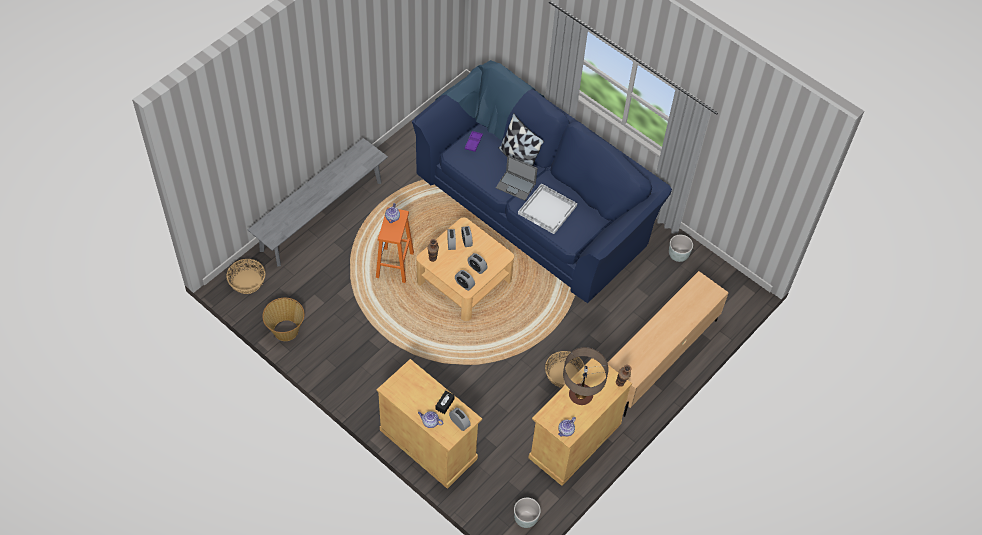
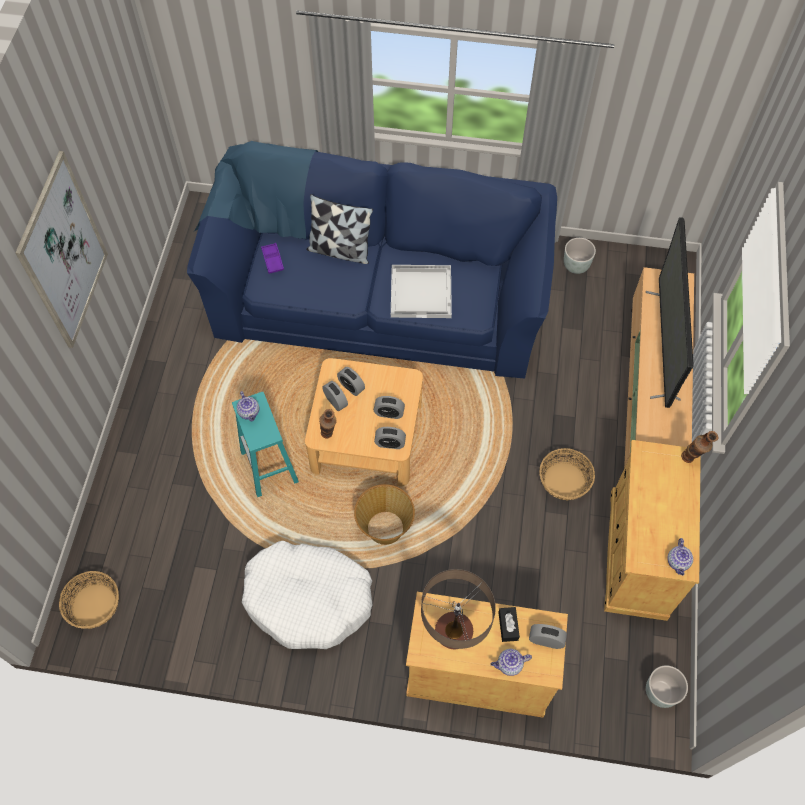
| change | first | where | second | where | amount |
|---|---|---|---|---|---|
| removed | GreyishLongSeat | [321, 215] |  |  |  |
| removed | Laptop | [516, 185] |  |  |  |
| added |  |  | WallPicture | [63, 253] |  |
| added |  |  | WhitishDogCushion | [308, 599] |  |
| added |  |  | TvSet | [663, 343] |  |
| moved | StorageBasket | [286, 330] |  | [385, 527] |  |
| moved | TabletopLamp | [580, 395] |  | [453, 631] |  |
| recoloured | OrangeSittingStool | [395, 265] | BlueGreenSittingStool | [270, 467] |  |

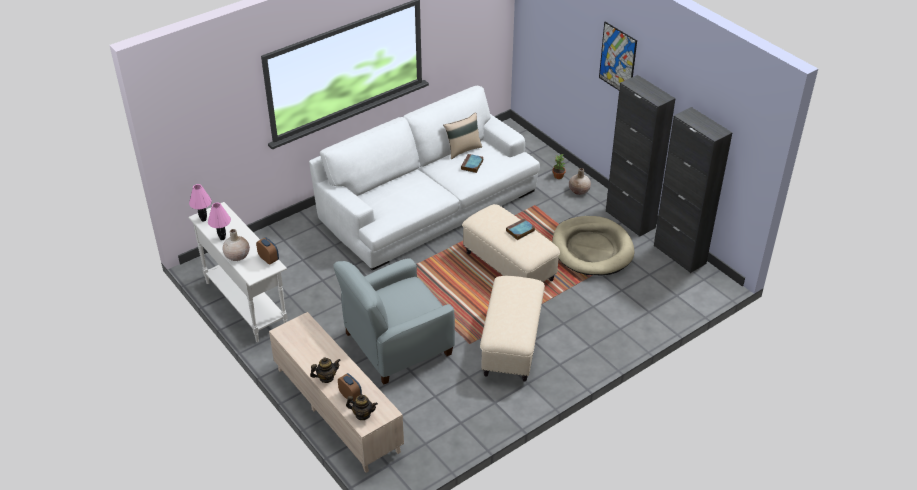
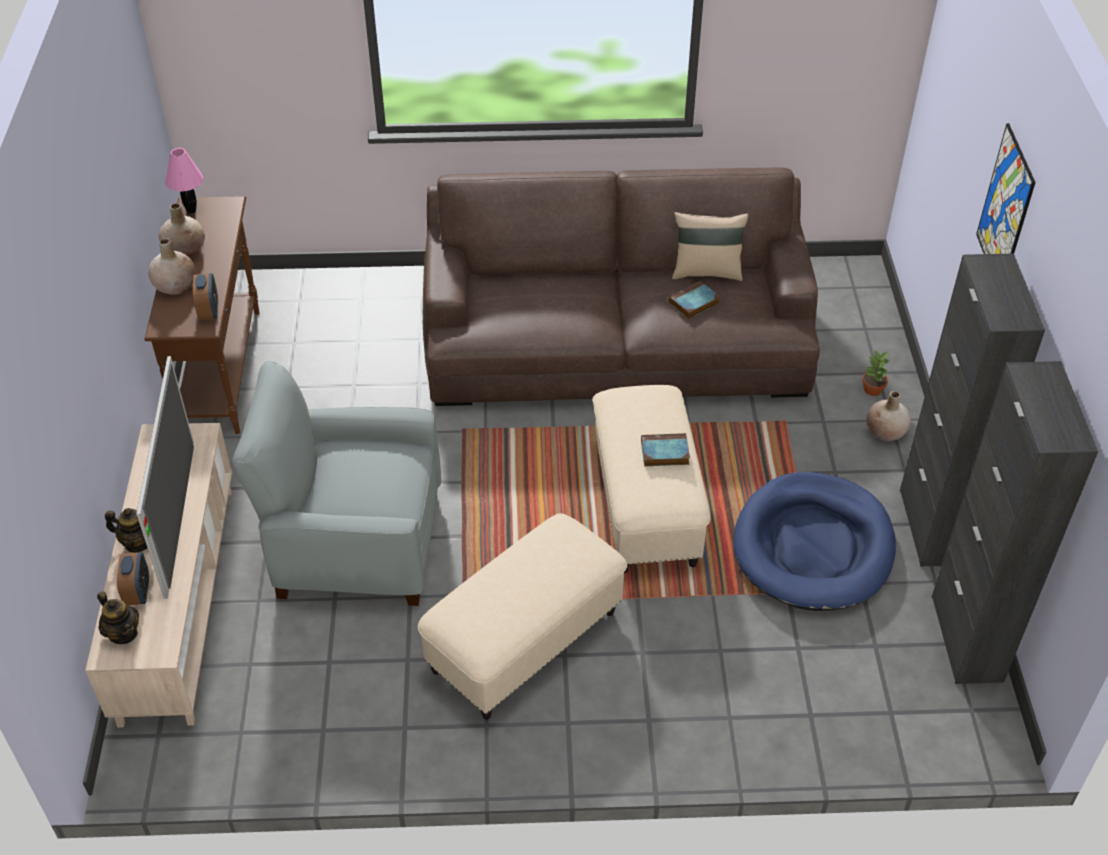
| change | first | where | second | where | amount |
|---|---|---|---|---|---|
| added |  |  | TvSet | [180, 516] |  |
| replaced | PinkColouredTabletopLamp | [222, 238] | SandColouredDecorativeVase | [185, 250] |  |
| recoloured | WhitishConsoleTable | [246, 304] | BrownColouredConsoleTable | [221, 370] |  |
| recoloured | WhitishSettee | [428, 204] | BrownColouredSettee | [616, 340] |  |
| recoloured | SandColouredDogCushion | [592, 249] | BluishDogCushion | [813, 546] |  |

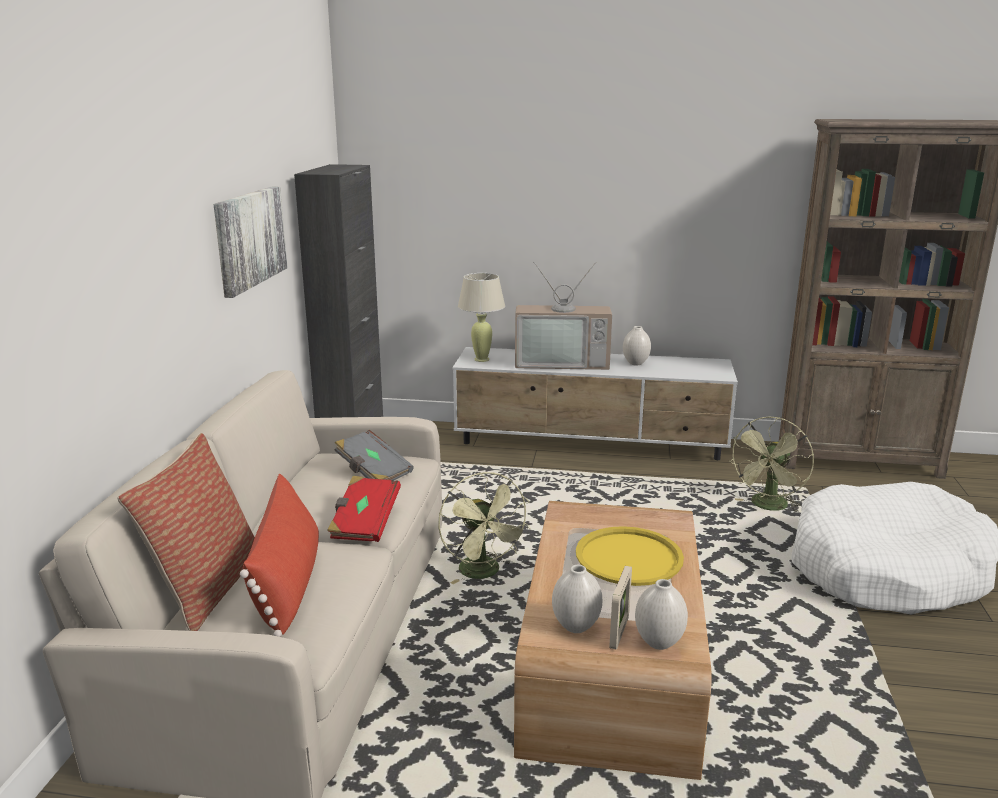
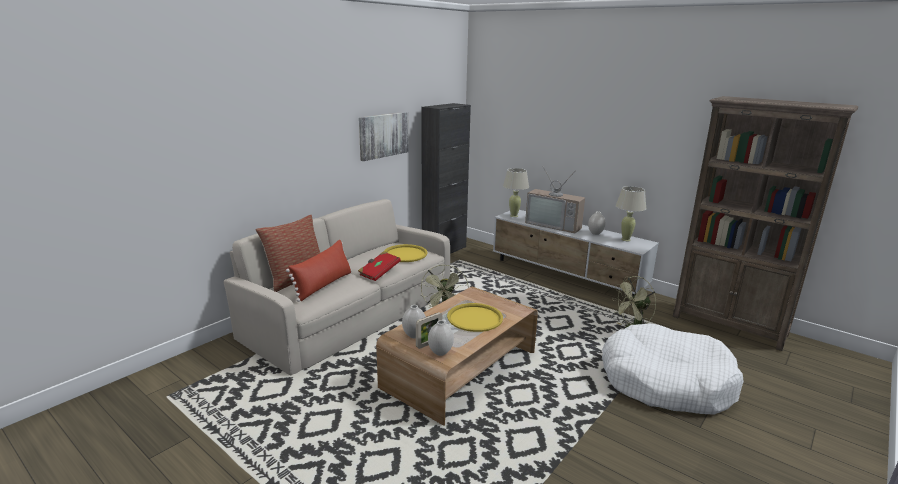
| change | first | where | second | where | amount |
|---|---|---|---|---|---|
| added |  |  | SandColouredTabletopLamp | [625, 239] |  |
| replaced | GreyishVolume | [373, 472] | YellowColouredCarryingTray | [405, 254] |  |

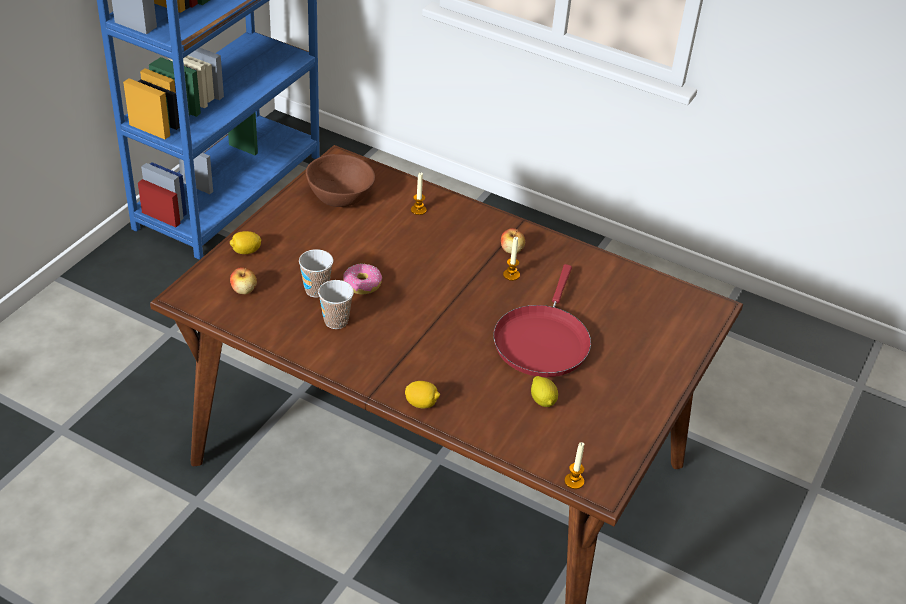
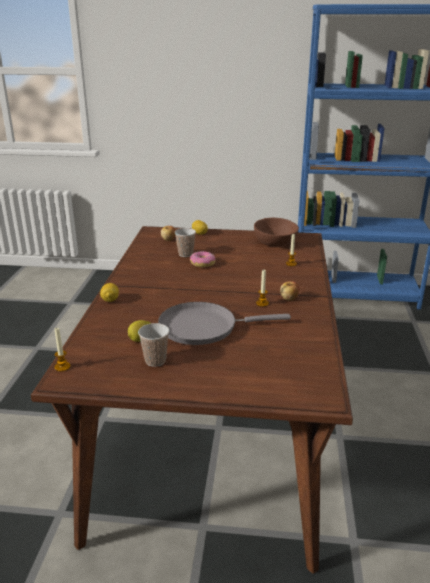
| change | first | where | second | where | amount |
|---|---|---|---|---|---|
| moved | DrinkingCup | [336, 321] |  | [155, 361] |  |
| recoloured | ReddishFryingPan | [542, 340] | GreyishFryingPan | [203, 327] |  |

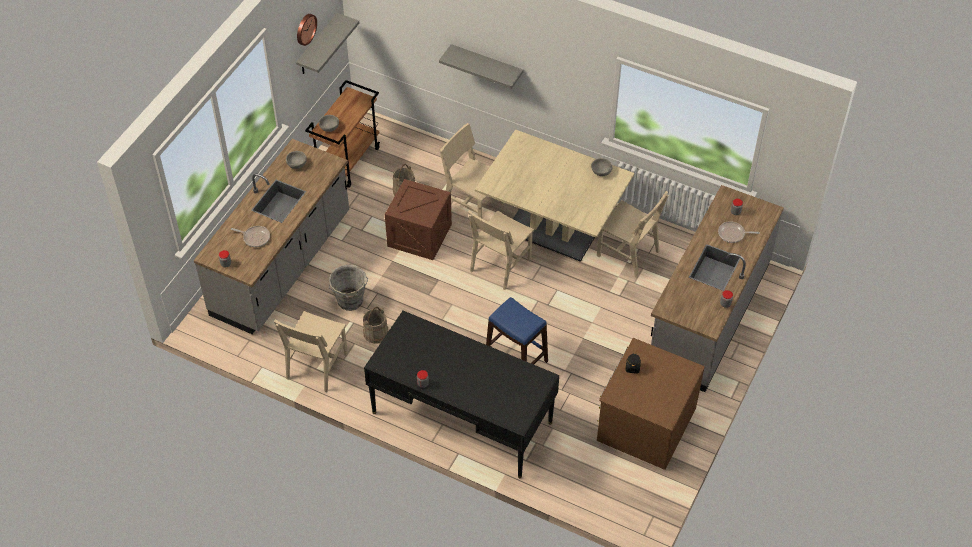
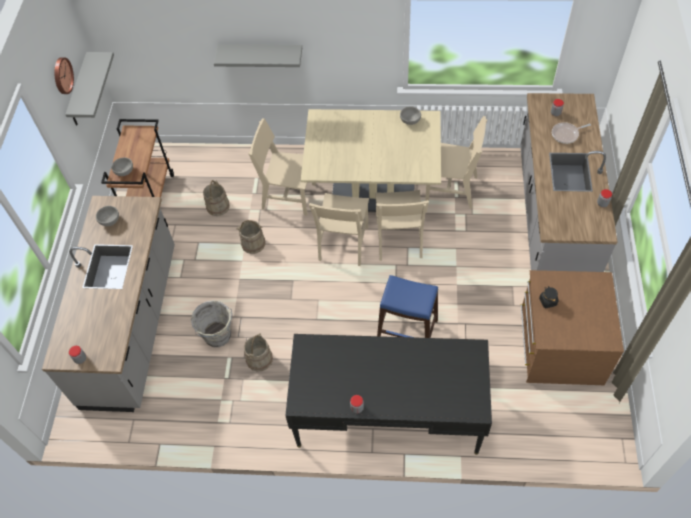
| change | first | where | second | where | amount |
|---|---|---|---|---|---|
| removed | FryingPan | [255, 237] |  |  |  |
| moved | SandColouredChair | [317, 366] |  | [398, 239] |  |
| replaced | Crate | [419, 235] | SandColouredWaterBucket | [253, 243] |  |

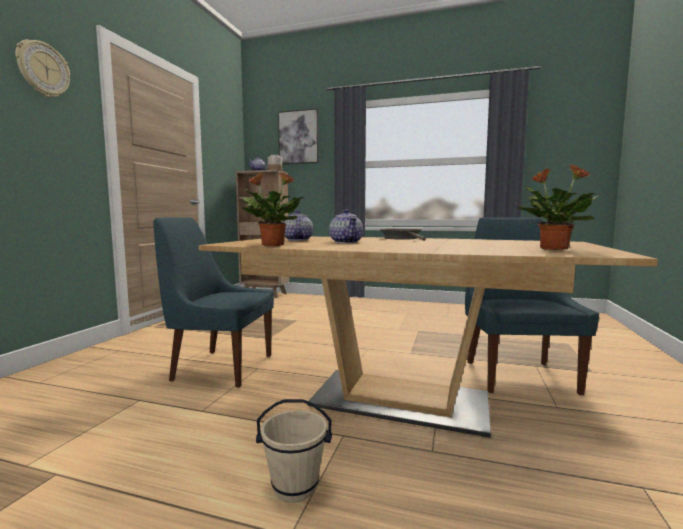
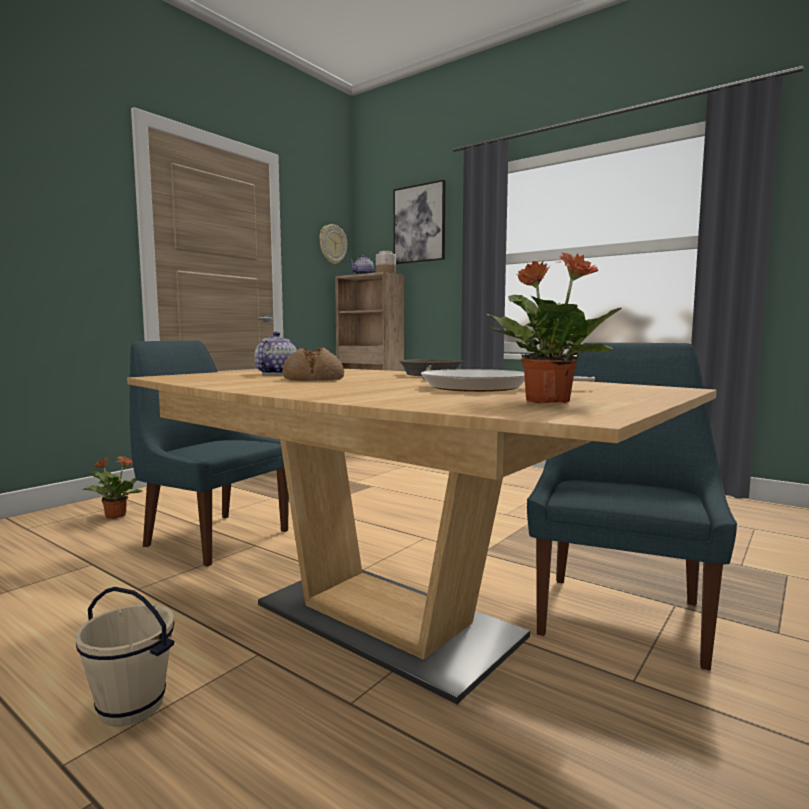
| change | first | where | second | where | amount |
|---|---|---|---|---|---|
| added |  |  | FryingPan | [483, 387] |  |
| moved | WallClock | [43, 70] |  | [332, 244] |  |
| moved | PottedPlant | [272, 245] |  | [115, 516] |  |
| replaced | Teapot | [346, 242] | Bread | [313, 379] |  |

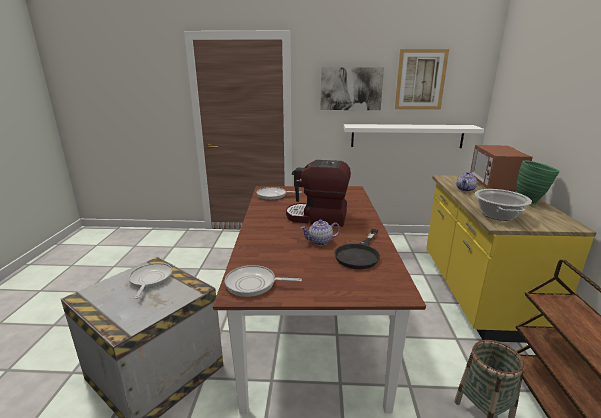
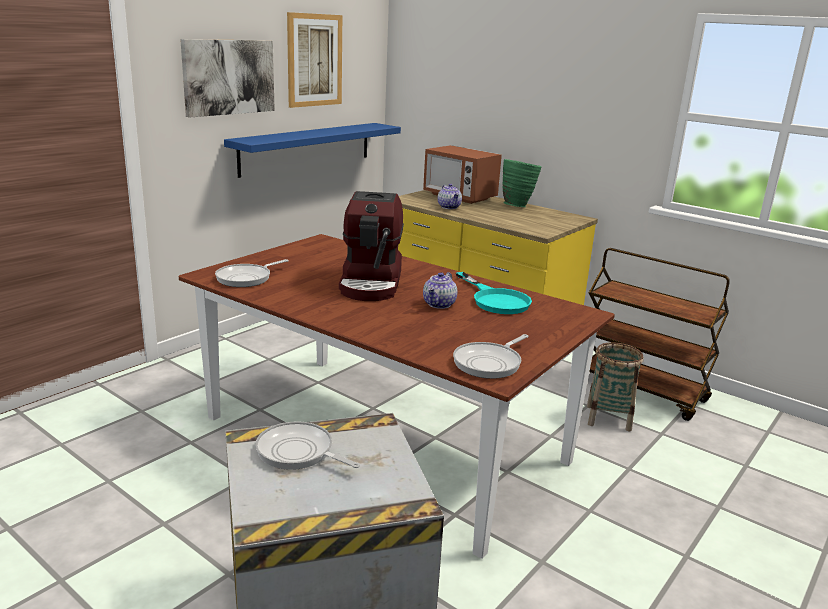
| change | first | where | second | where | amount |
|---|---|---|---|---|---|
| removed | Stockpot | [498, 215] |  |  |  |
| recoloured | BlackColouredFryingPan | [359, 254] | BlueGreenFryingPan | [495, 300] |  |
| recoloured | WhitishWallShelf | [407, 136] | BluishWallShelf | [307, 148] |  |
| turned | CoffeeMachine | [317, 217] |  | [372, 283] | 45 degrees counterclockwise |

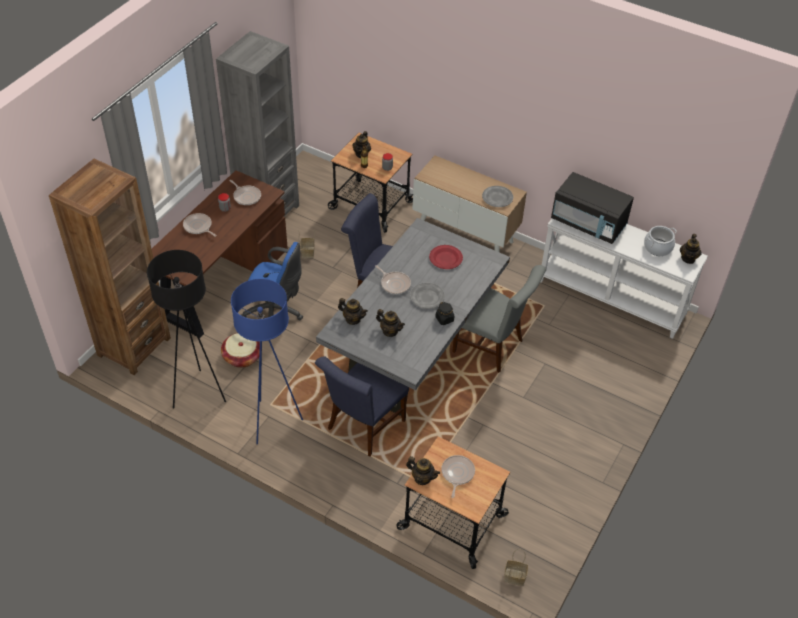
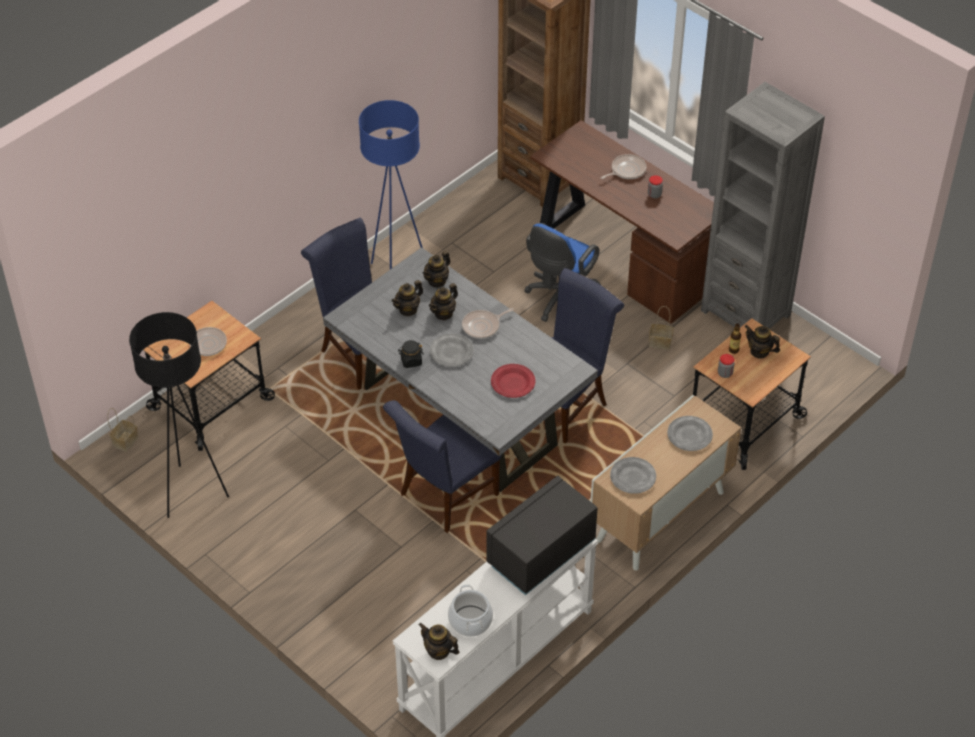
| change | first | where | second | where | amount |
|---|---|---|---|---|---|
| removed | StorageBasket | [242, 357] |  |  |  |
| removed | FryingPan | [246, 196] |  |  |  |
| added |  |  | GreyishPlate | [690, 435] |  |
| moved | BlackColouredStandingLamp | [198, 393] |  | [191, 492] |  |
| moved | Teapot | [422, 478] |  | [443, 313] |  |
| recoloured | GreyishChair | [492, 347] | BluishChair | [444, 497] |  |

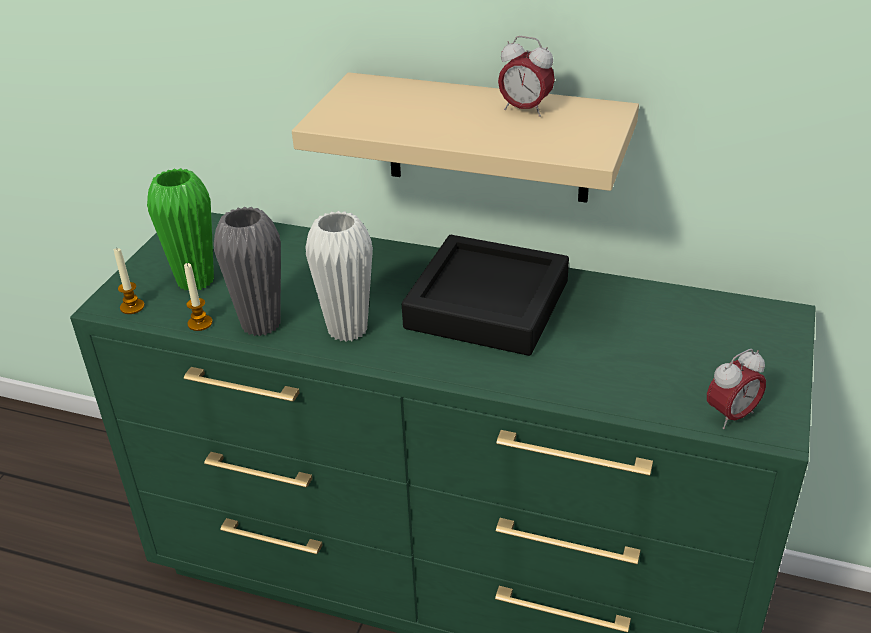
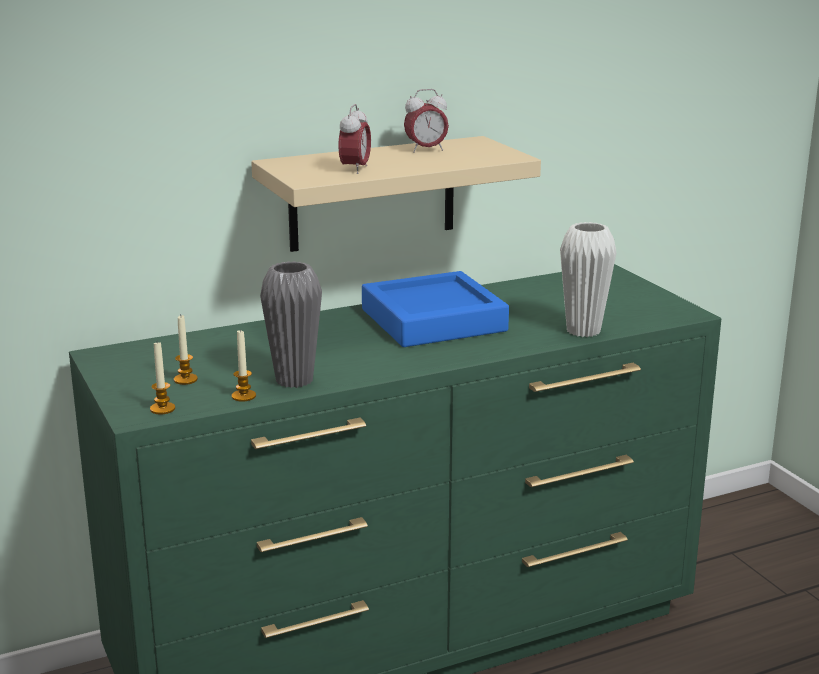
| change | first | where | second | where | amount |
|---|---|---|---|---|---|
| moved | WhitishDecorativeVase | [347, 330] |  | [583, 331] |  |
| moved | TableClock | [731, 416] |  | [355, 169] |  |
| replaced | GreenColouredDecorativeVase | [195, 281] | WaxLight | [185, 380] |  |
| recoloured | BlackColouredCarryingTray | [487, 305] | BluishCarryingTray | [433, 320] |  |

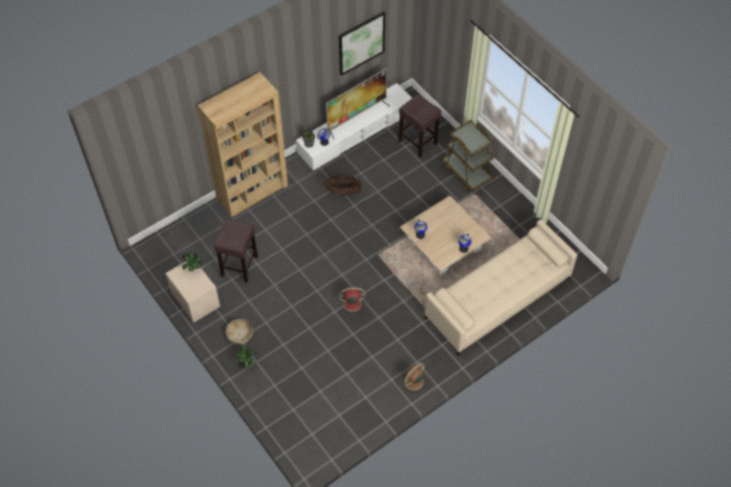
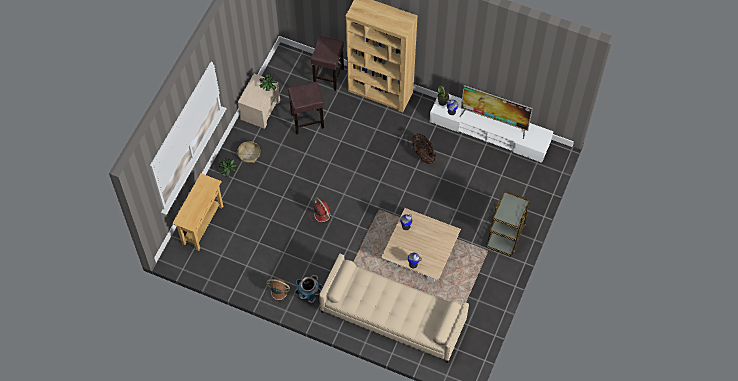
| change | first | where | second | where | amount |
|---|---|---|---|---|---|
| removed | WallPicture | [361, 43] |  |  |  |
| added |  |  | SandColouredConsoleTable | [202, 225] |  |
| added |  |  | Planter | [309, 295] |  |
| moved | BrownColouredSittingStool | [418, 142] |  | [328, 77] |  |

